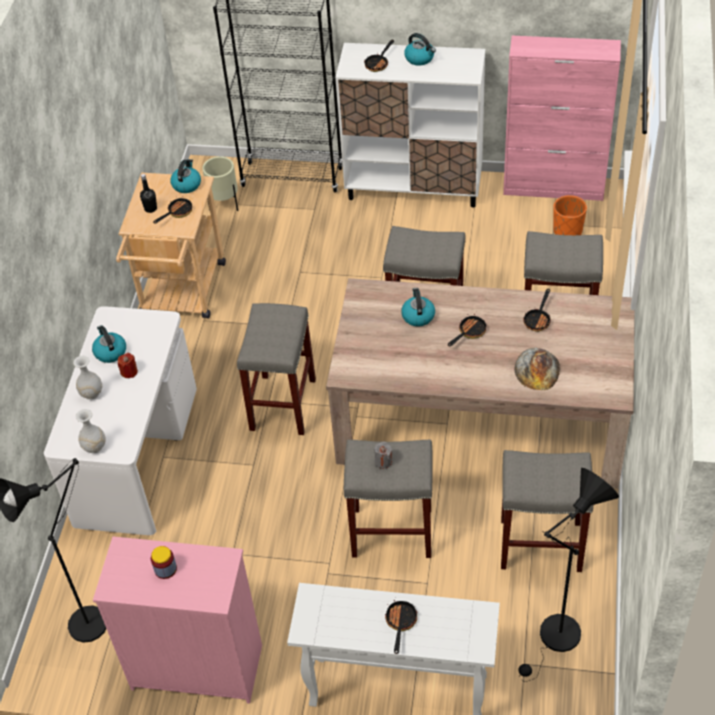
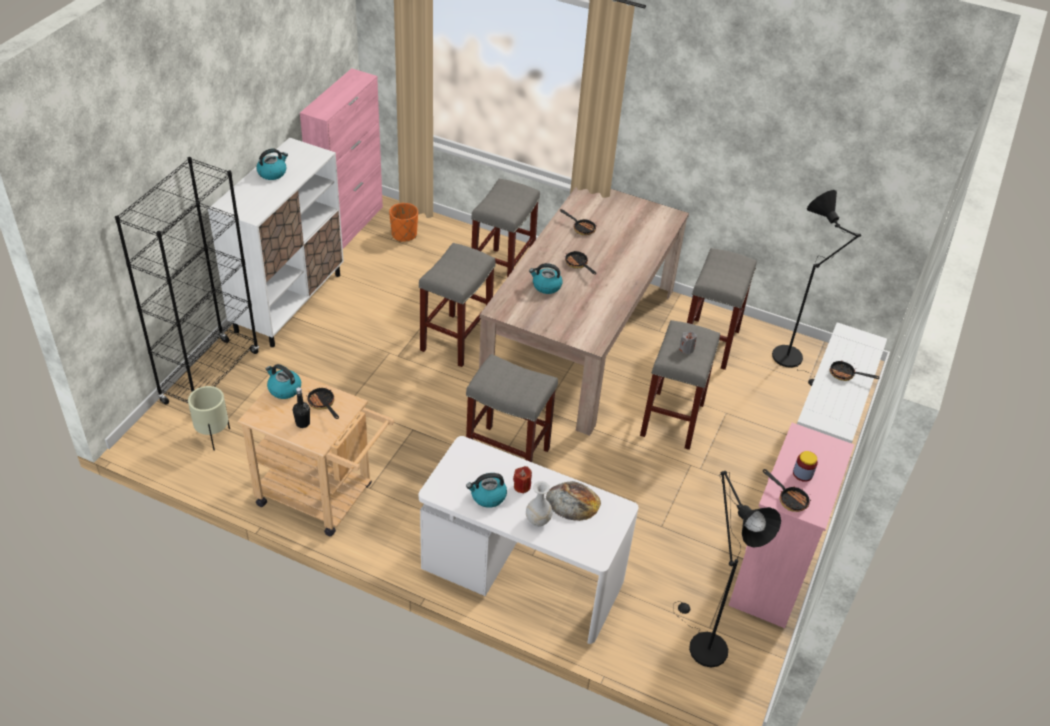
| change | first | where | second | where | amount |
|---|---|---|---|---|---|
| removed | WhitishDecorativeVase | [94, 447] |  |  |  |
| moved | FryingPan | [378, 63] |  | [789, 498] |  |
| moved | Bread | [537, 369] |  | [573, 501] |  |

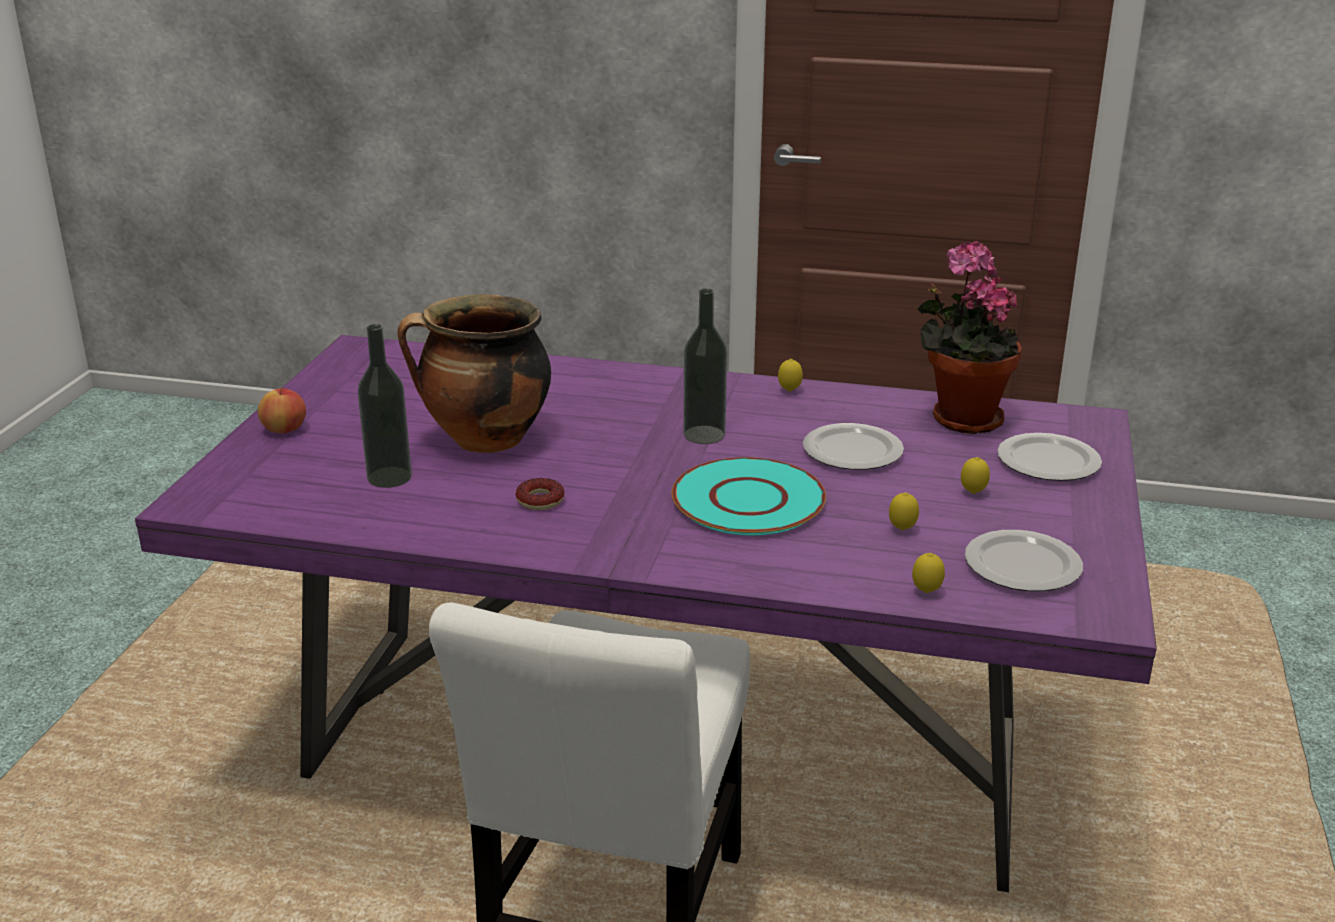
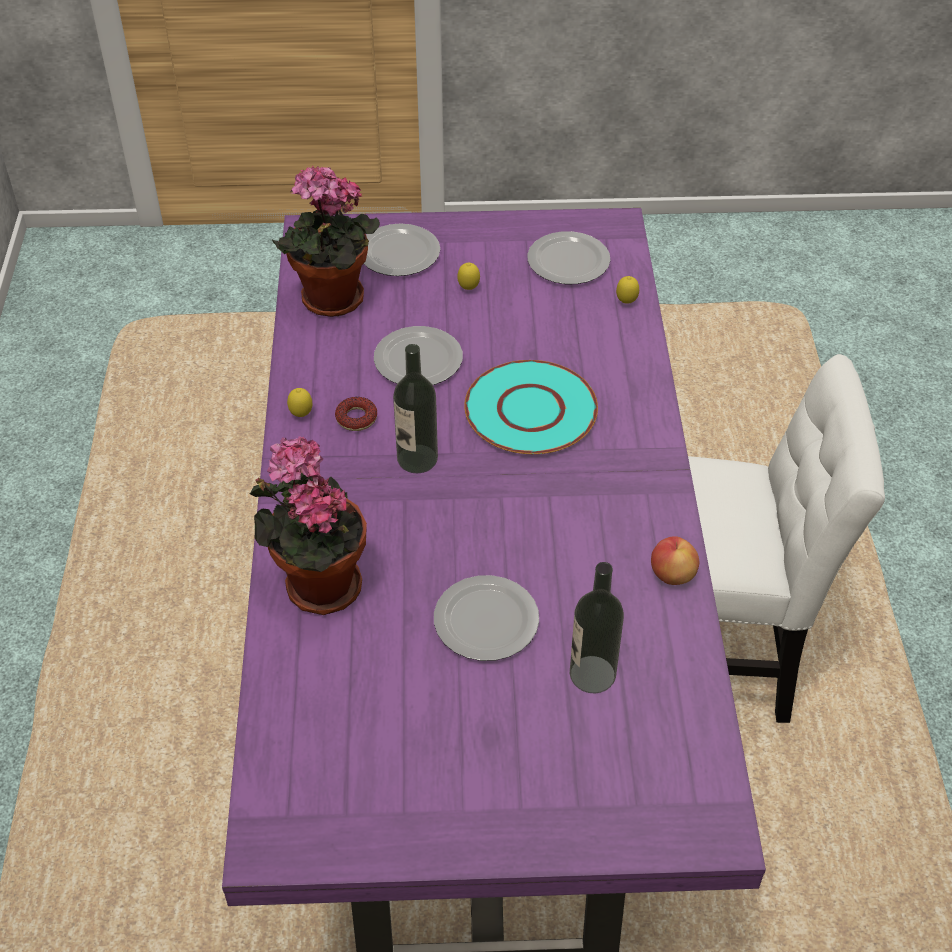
| change | first | where | second | where | amount |
|---|---|---|---|---|---|
| removed | Lemon | [902, 530] |  |  |  |
| added |  |  | PottedPlant | [317, 583] |  |
| moved | Apple | [285, 430] |  | [672, 575] |  |
| moved | Donut | [540, 500] |  | [356, 418] |  |
| replaced | Stockpot | [484, 441] | Plate | [488, 621] |  |

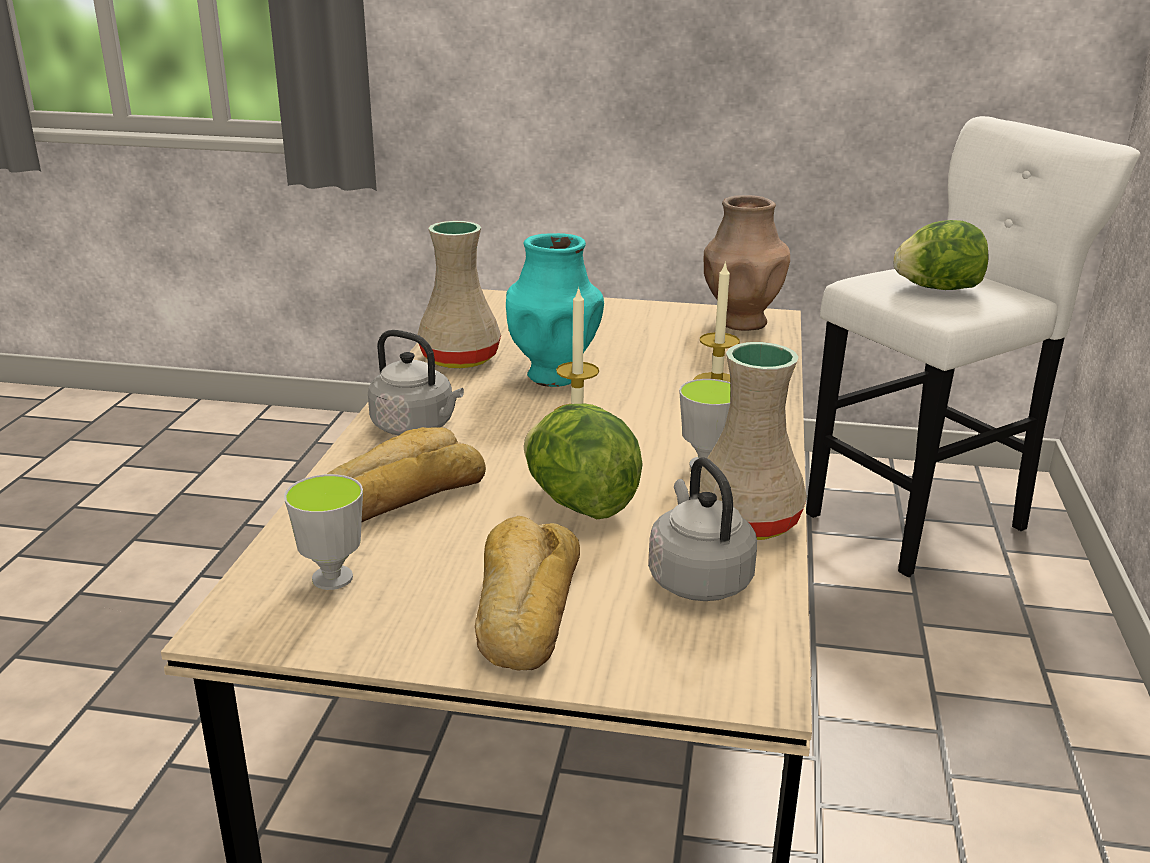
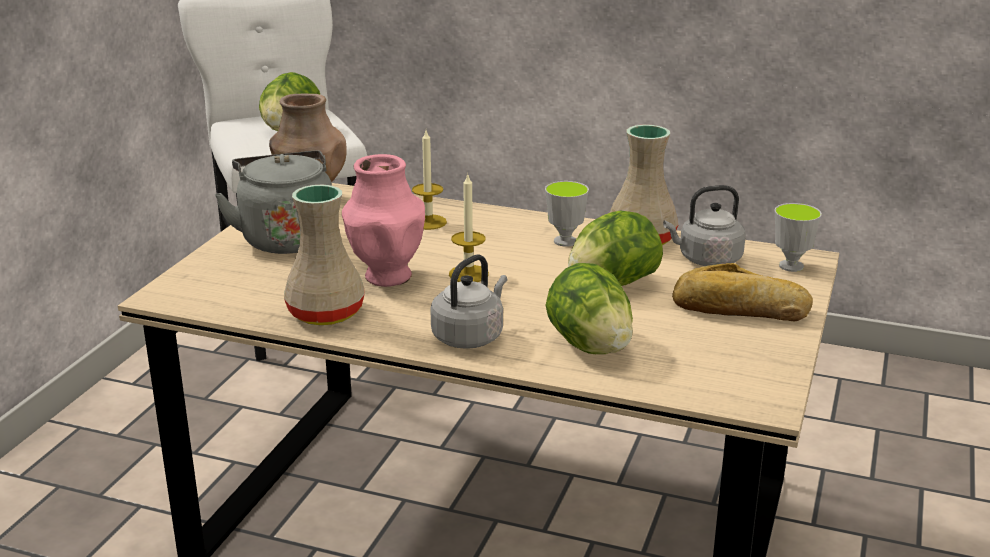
| change | first | where | second | where | amount |
|---|---|---|---|---|---|
| added |  |  | GreyishTeaKettle | [286, 238] |  |
| moved | DrinkingCup | [332, 578] |  | [791, 266] |  |
| replaced | Bread | [398, 495] | HeadOfLettuce | [590, 345] |  |
| recoloured | BlueGreenDecorativeVase | [553, 375] | PinkColouredDecorativeVase | [386, 277] |  |

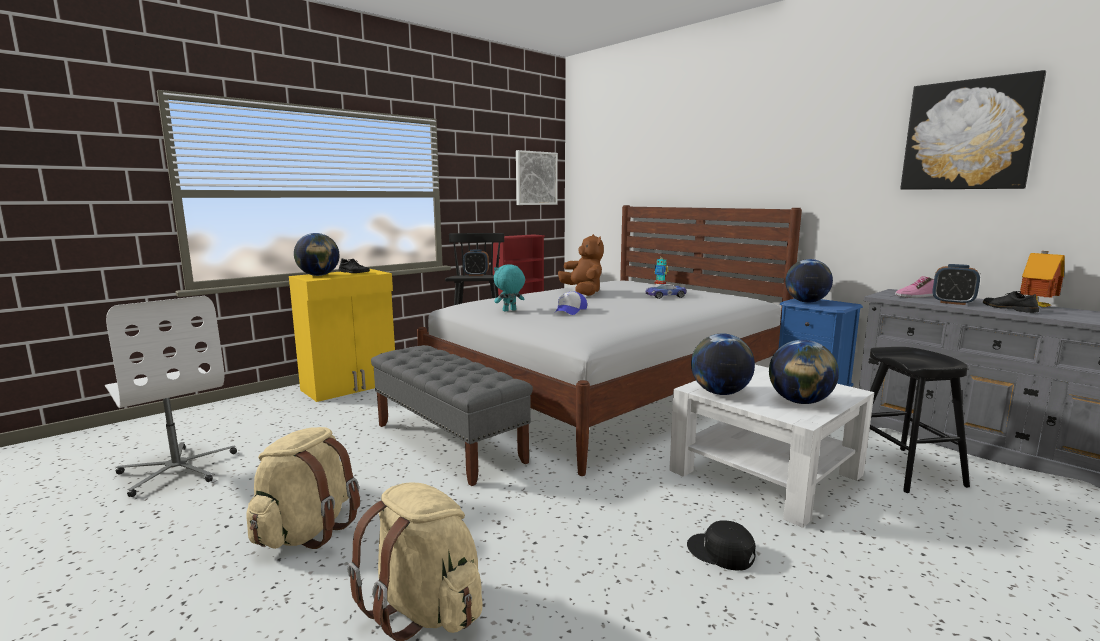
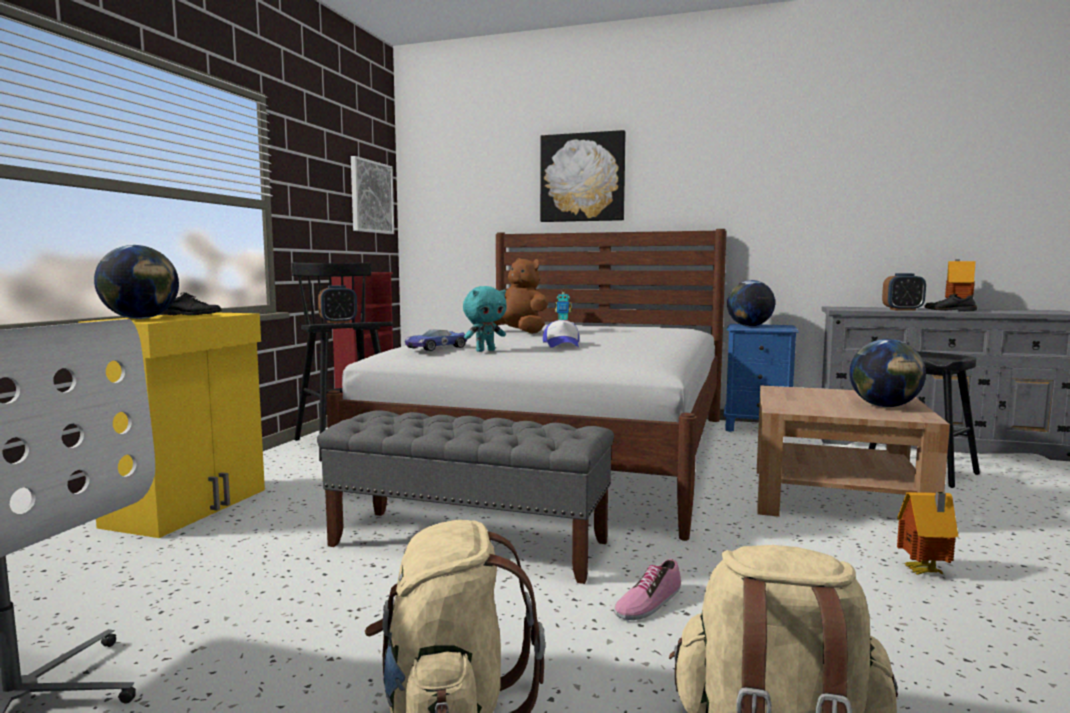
| change | first | where | second | where | amount |
|---|---|---|---|---|---|
| removed | DeskGlobe | [720, 393] |  |  |  |
| moved | ToyCar | [664, 296] |  | [435, 347] |  |
| moved | LowShoe | [917, 296] |  | [648, 602] |  |
| moved | WallPicture | [968, 135] |  | [582, 177] |  |
| replaced | BlackColouredBaseballCap | [721, 552] | ToyHouse | [924, 573] |  |
| recoloured | WhitishCoffeeTable | [765, 473] | BrownColouredCoffeeTable | [835, 496] |  |
| turned | BlueGreenCuddlyToy | [509, 310] |  | [485, 350] | 150 degrees counterclockwise |

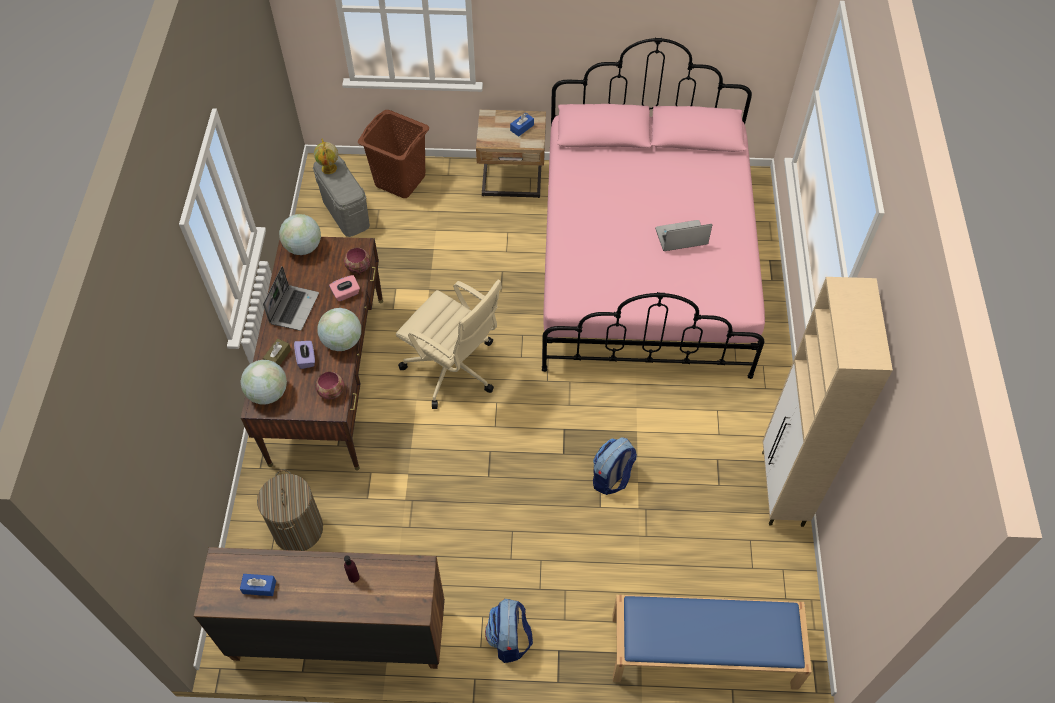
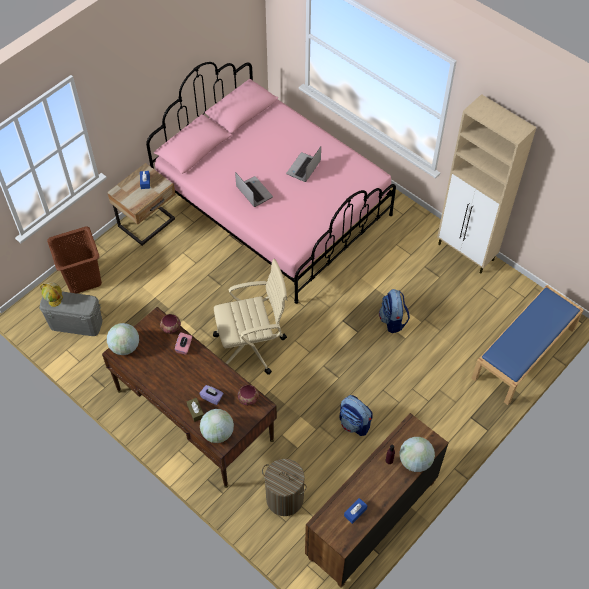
| change | first | where | second | where | amount |
|---|---|---|---|---|---|
| moved | Laptop | [294, 308] |  | [253, 192] |  |
| moved | DeskGlobe | [342, 341] |  | [415, 461] |  |
| moved | Rucksack | [509, 639] |  | [355, 423] |  |

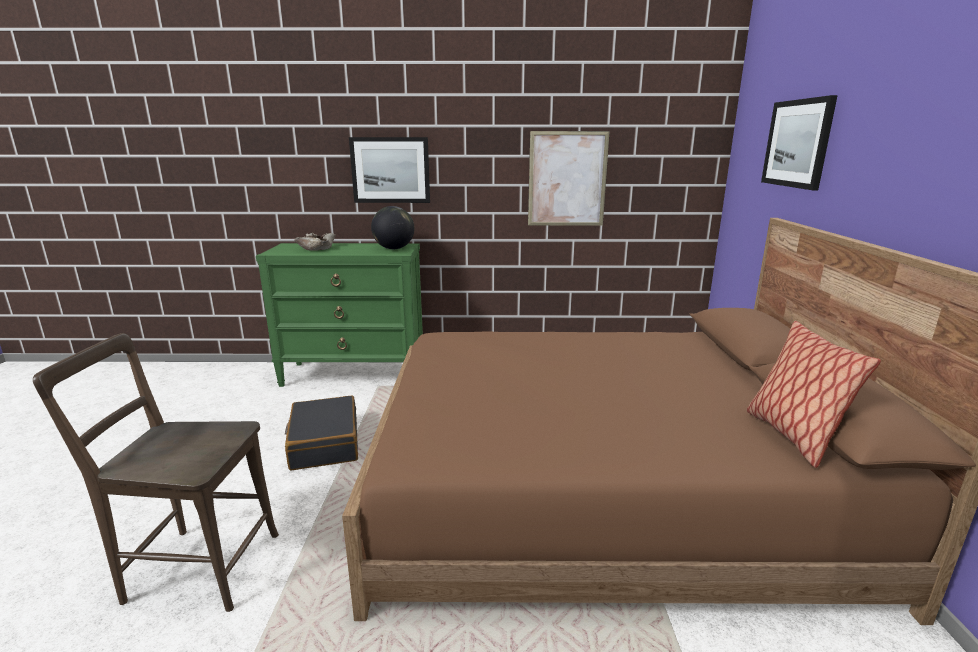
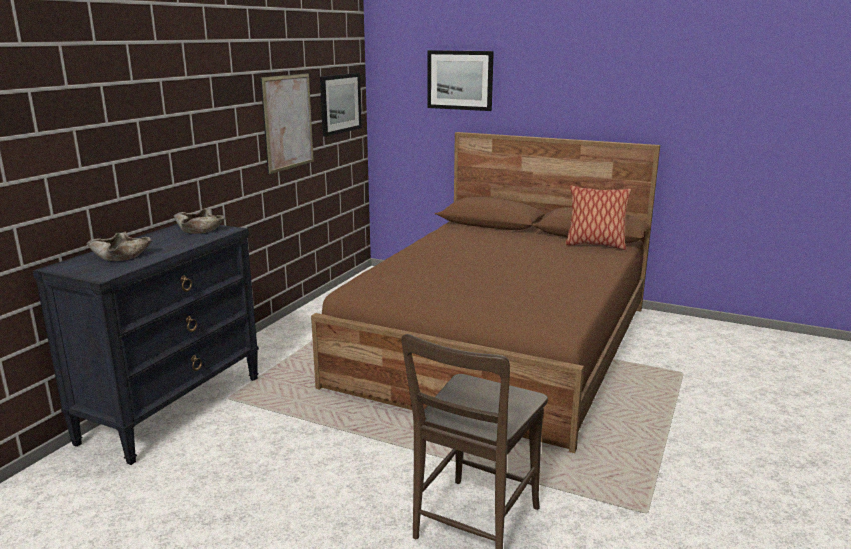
| change | first | where | second | where | amount |
|---|---|---|---|---|---|
| removed | BlackColouredSuitcase | [324, 443] |  |  |  |
| moved | WallPicture | [390, 170] |  | [340, 103] |  |
| replaced | DeskGlobe | [394, 248] | SandColouredDeepDish | [200, 229] |  |
| recoloured | GreenColouredDresser | [354, 374] | BlackColouredDresser | [173, 408] |  |

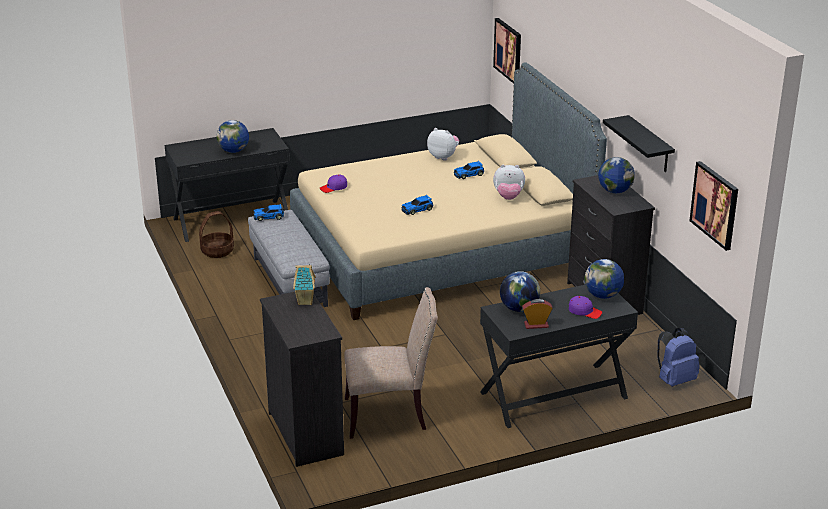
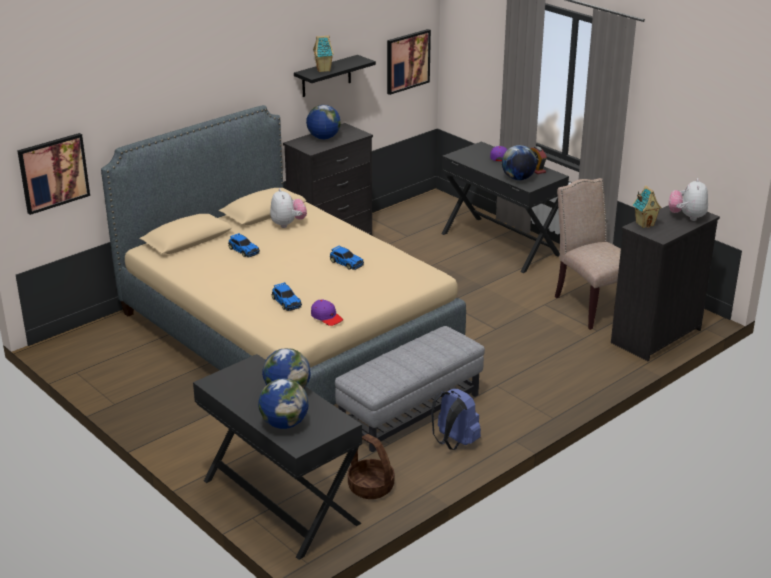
| change | first | where | second | where | amount |
|---|---|---|---|---|---|
| added |  |  | ToyHouse | [324, 70] |  |
| moved | ToyCar | [269, 217] |  | [286, 302] |  |
| moved | CuddlyToy | [443, 157] |  | [687, 217] |  |
| moved | DeskGlobe | [603, 295] |  | [284, 423] |  |
| moved | BluishRucksack | [674, 380] |  | [454, 442] |  |

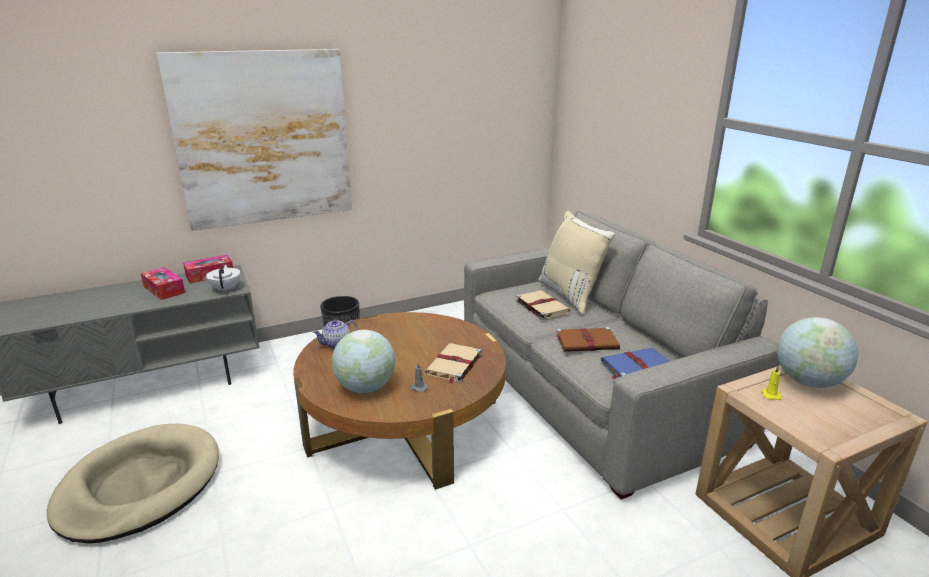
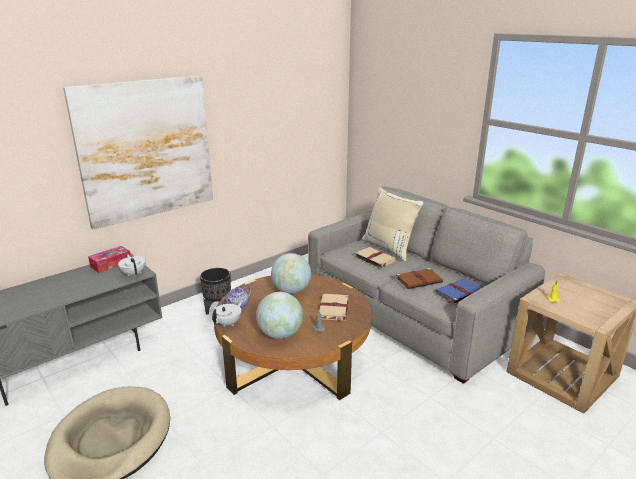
| change | first | where | second | where | amount |
|---|---|---|---|---|---|
| removed | TissueHolder | [164, 290] |  |  |  |
| added |  |  | WhitishTeapot | [228, 323] |  |
| moved | DeskGlobe | [808, 382] |  | [291, 291] |  |

